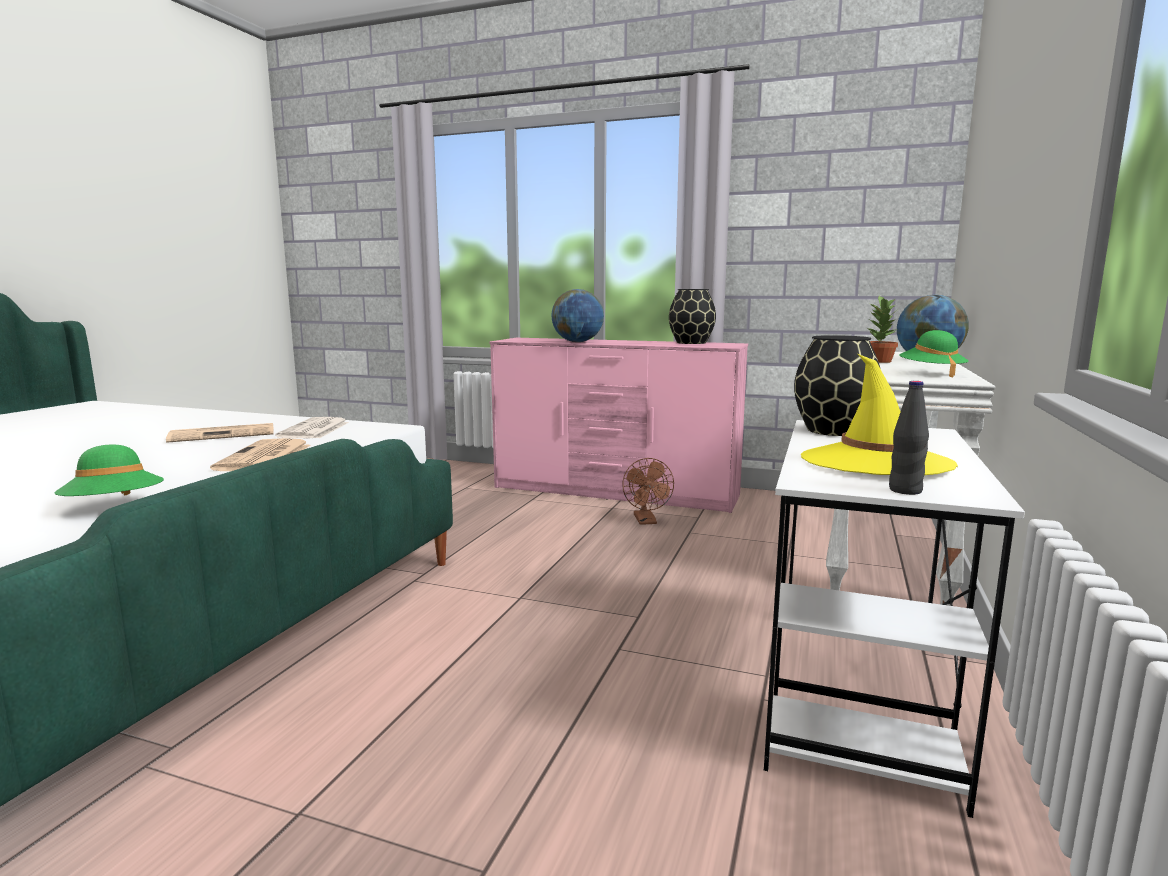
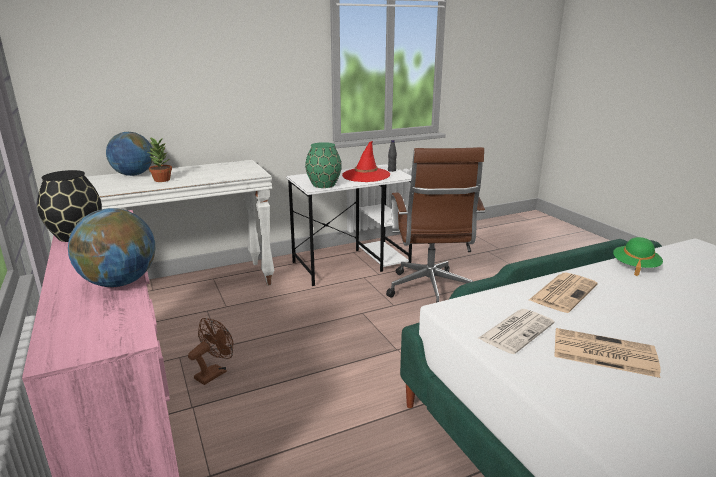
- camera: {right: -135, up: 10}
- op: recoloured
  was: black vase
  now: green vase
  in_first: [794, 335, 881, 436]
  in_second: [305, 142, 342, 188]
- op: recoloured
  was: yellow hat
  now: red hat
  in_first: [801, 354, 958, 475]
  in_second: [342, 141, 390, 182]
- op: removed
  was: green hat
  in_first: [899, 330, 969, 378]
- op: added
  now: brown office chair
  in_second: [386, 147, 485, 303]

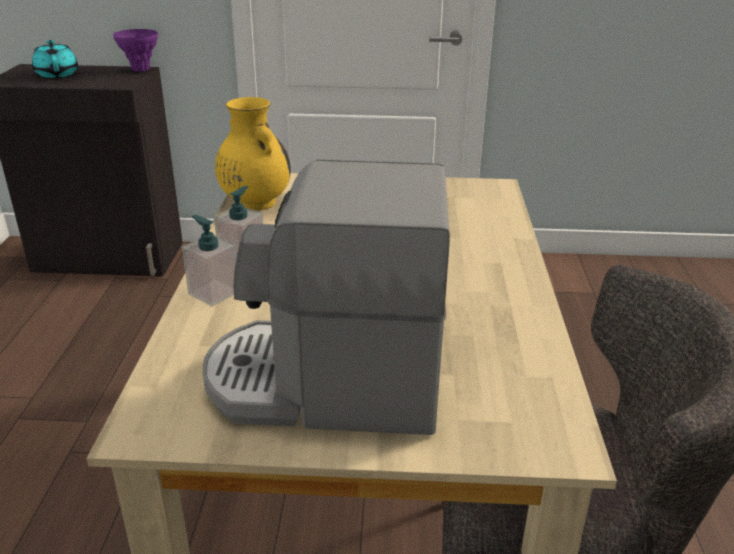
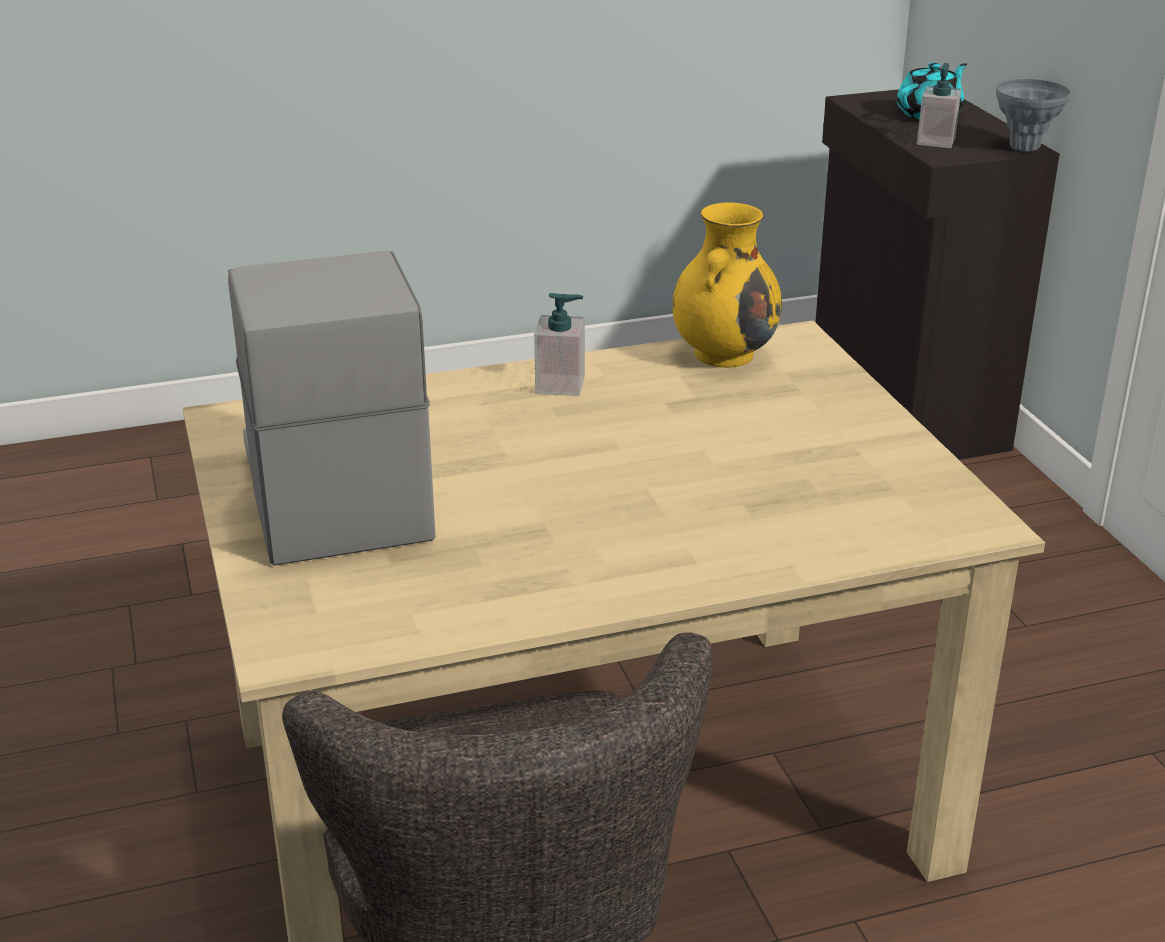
- camera: {right: 70, up: 0}
- op: recoloured
  was: purple vase
  now: grey vase
  in_first: [113, 29, 158, 72]
  in_second: [996, 79, 1070, 152]
- op: moved
  was: soap dispenser
  in_first: [182, 215, 237, 306]
  in_second: [917, 63, 961, 148]

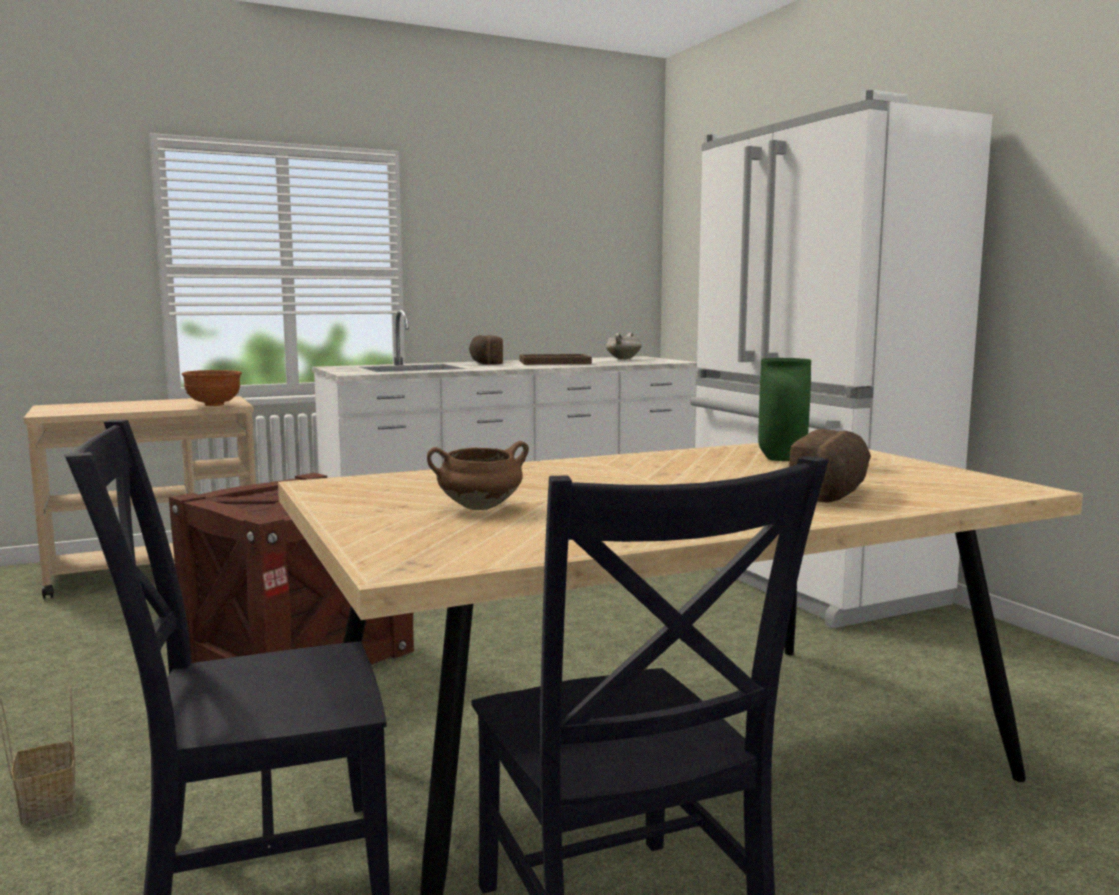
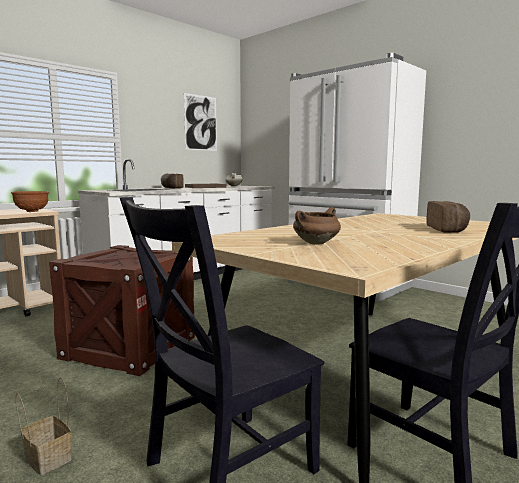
- camera: {right: -20, up: 0}
- op: removed
  was: green vase
  in_first: [758, 358, 811, 461]
- op: added
  now: picture
  in_second: [184, 93, 217, 151]

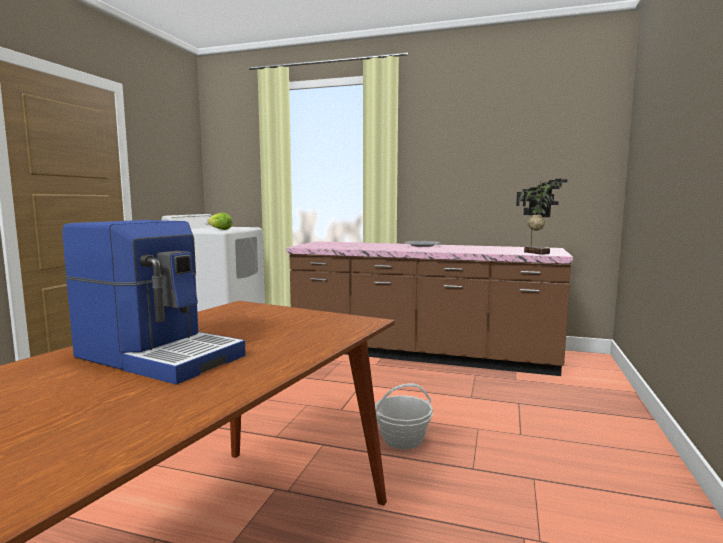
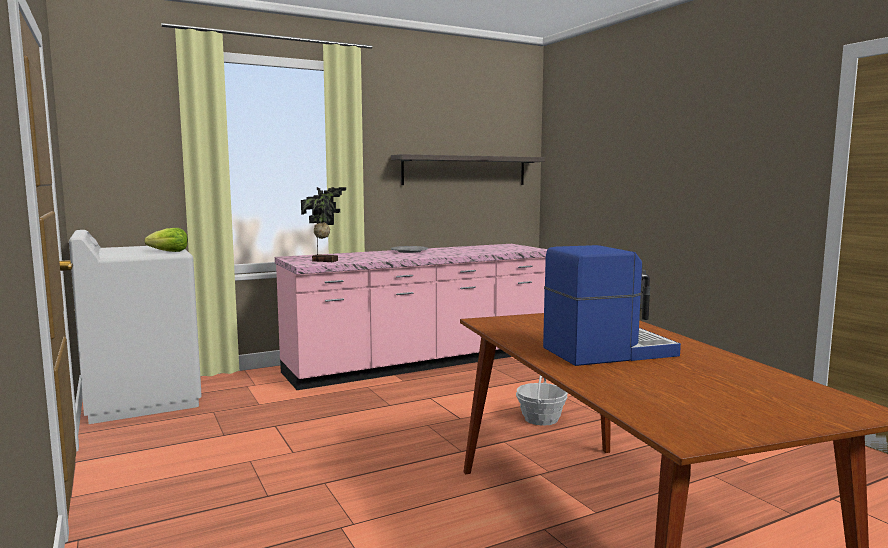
- camera: {right: -45, up: 0}
- op: recoloured
  was: brown counter
  now: pink counter
  in_first: [286, 241, 573, 376]
  in_second: [275, 244, 547, 390]
- op: moved
  was: potted plant
  in_first: [516, 179, 567, 255]
  in_second: [301, 187, 346, 262]
- op: added
  now: shelf
  in_second: [391, 154, 545, 185]

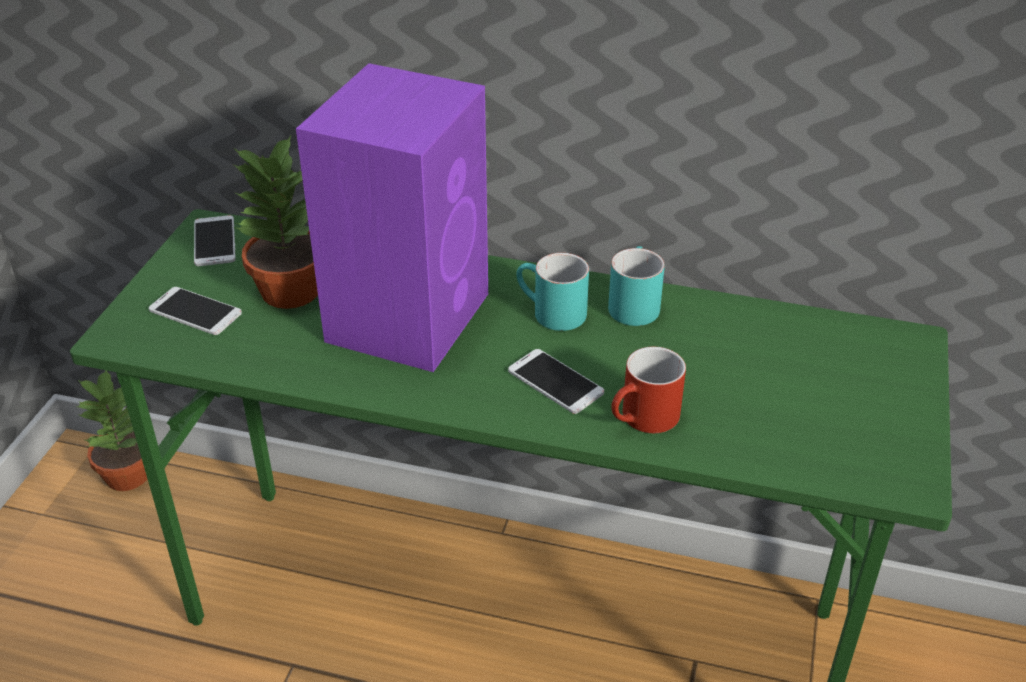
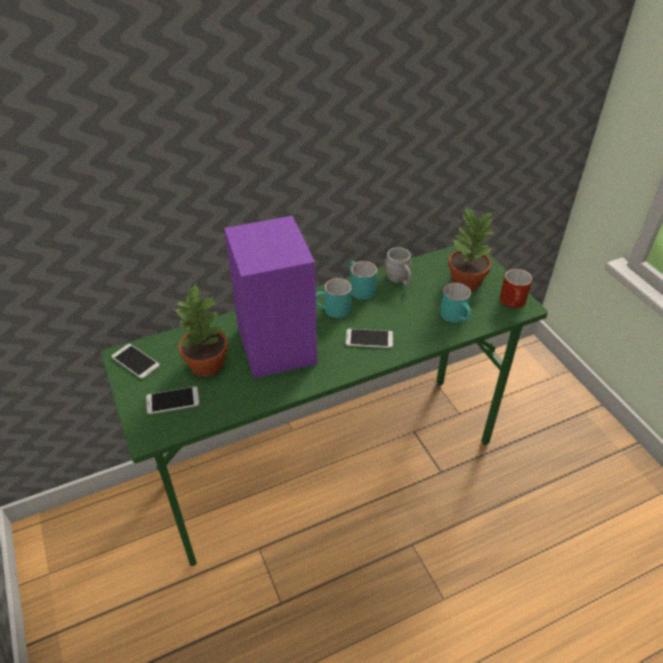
- camera: {right: -40, up: 5}
- op: moved
  was: potted plant
  in_first: [76, 370, 147, 491]
  in_second: [448, 206, 494, 290]
- op: moved
  was: red mug
  in_first: [611, 347, 686, 433]
  in_second: [500, 269, 532, 308]
- op: added
  now: grey mug
  in_second: [385, 247, 412, 286]
- op: added
  now: turquoise mug
  in_second: [440, 283, 471, 323]

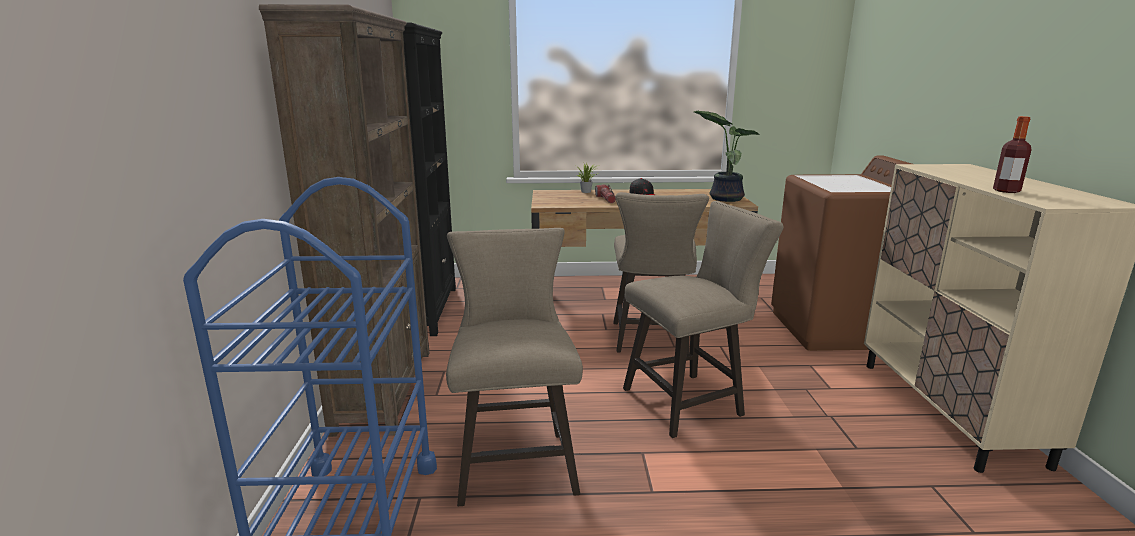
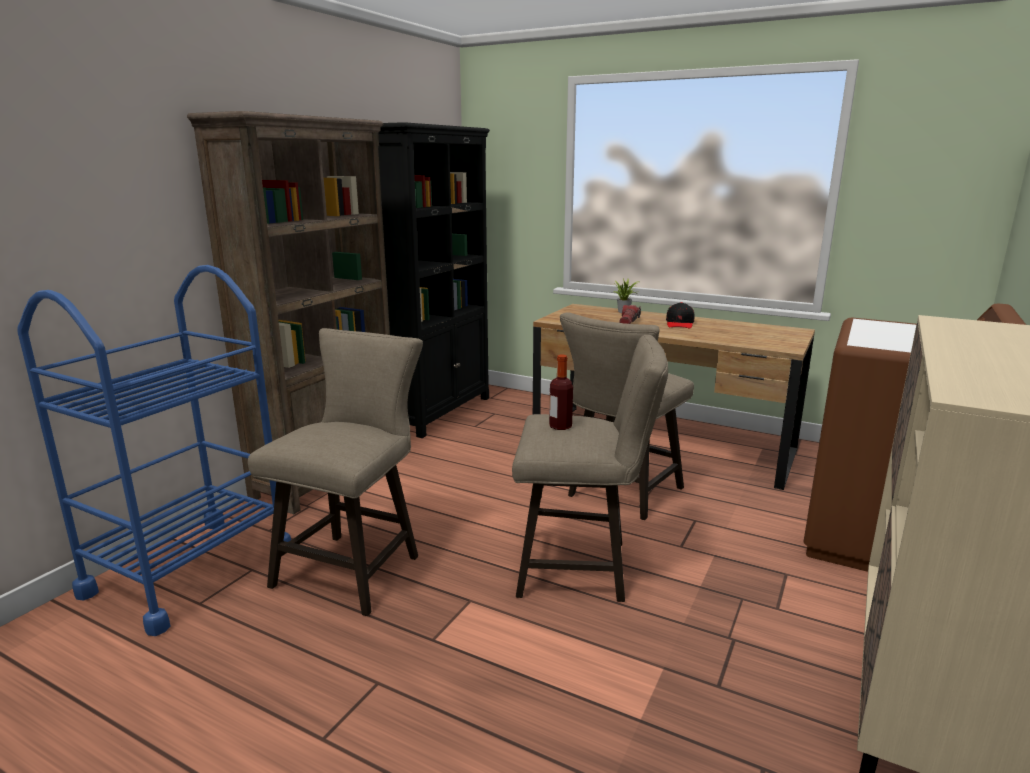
- camera: {right: 30, up: 0}
- op: removed
  was: potted plant
  in_first: [694, 111, 761, 202]
- op: moved
  was: bottle
  in_first: [993, 116, 1032, 193]
  in_second: [549, 355, 573, 430]

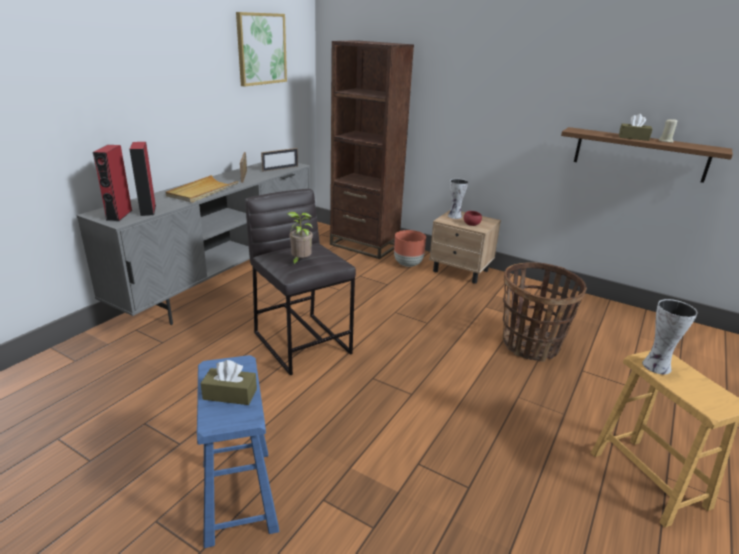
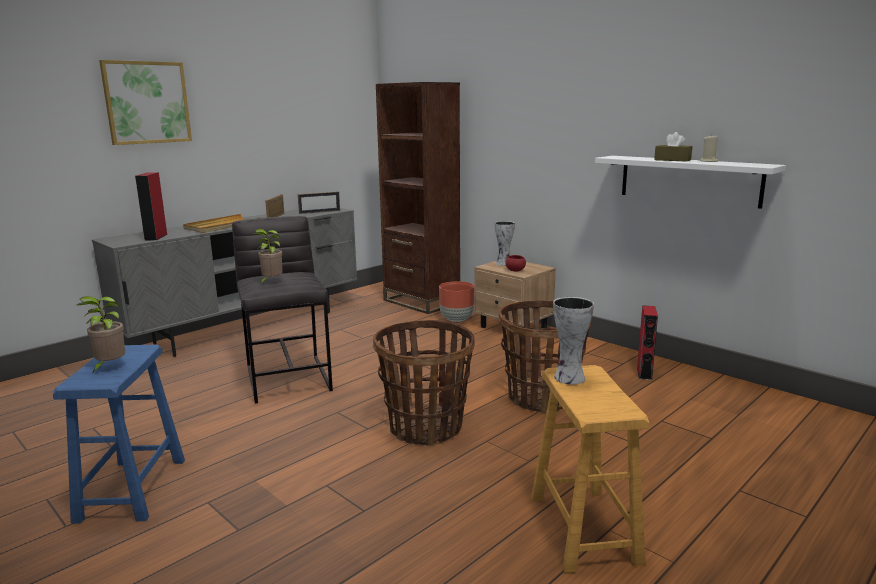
- camera: {right: 15, up: -10}
- op: moved
  was: red speaker
  in_first: [93, 145, 132, 221]
  in_second: [637, 305, 658, 380]
- op: replaced
  was: brown tissue box
  now: potted plant
  in_first: [201, 360, 257, 405]
  in_second: [77, 296, 125, 373]
- op: moved
  was: picture
  in_first: [236, 12, 287, 87]
  in_second: [99, 60, 192, 145]
- op: recoloured
  was: brown shelf
  now: white shelf
  in_first: [561, 127, 733, 183]
  in_second: [595, 156, 786, 209]
- op: added
  now: basket
  in_second: [373, 320, 475, 446]

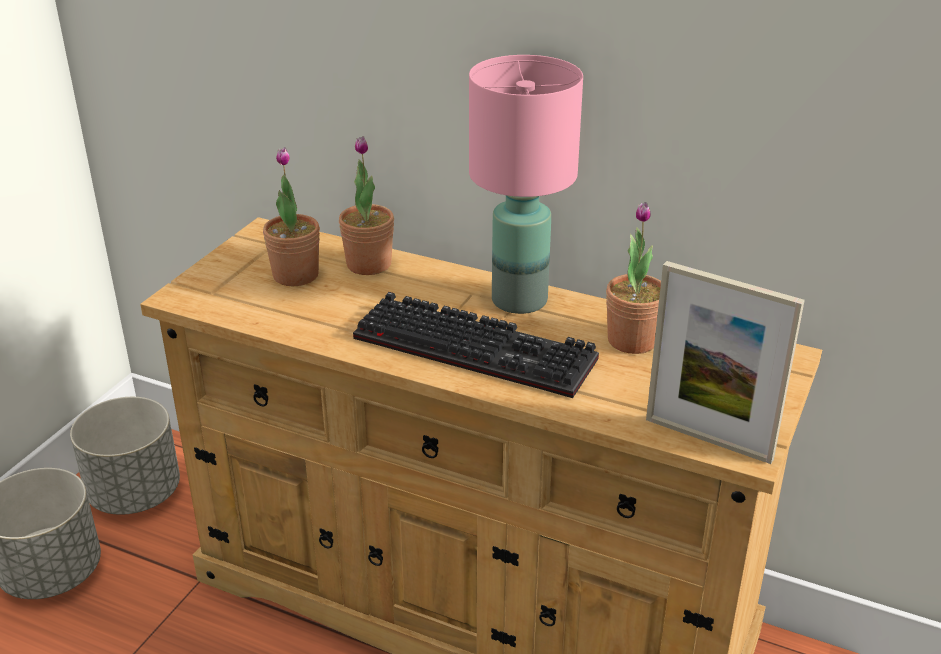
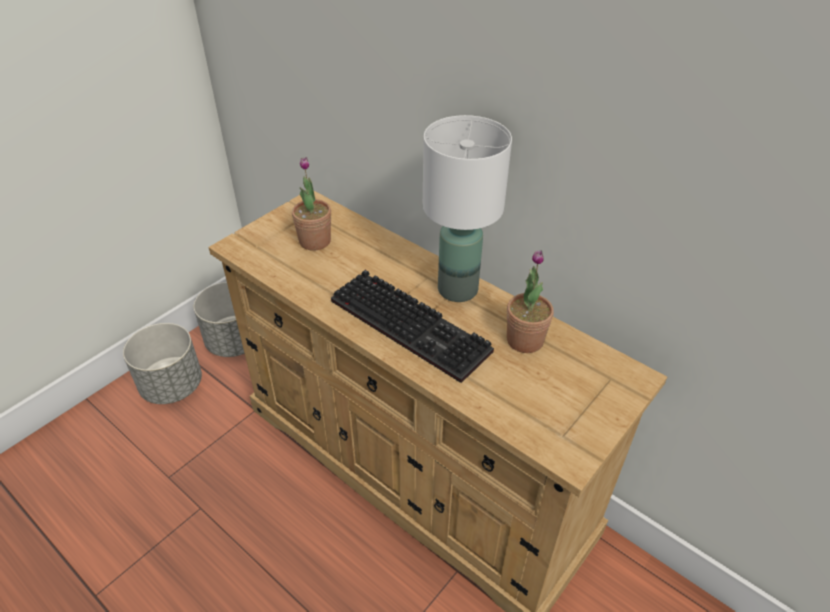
- camera: {right: 15, up: 10}
- op: removed
  was: potted plant
  in_first: [339, 136, 394, 275]
- op: recoloured
  was: pink table lamp
  now: white table lamp
  in_first: [469, 55, 583, 314]
  in_second: [423, 115, 512, 302]
- op: removed
  was: picture frame
  in_first: [646, 261, 805, 464]

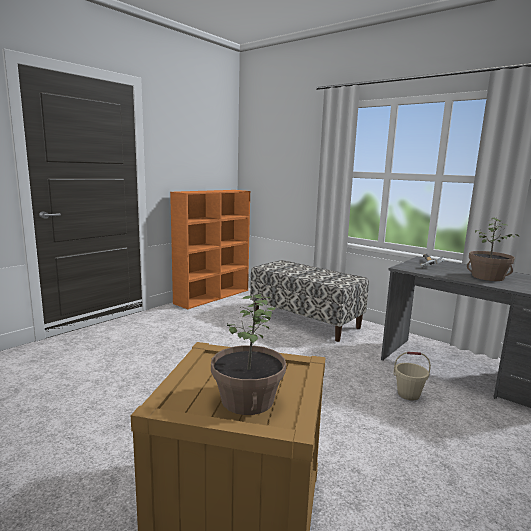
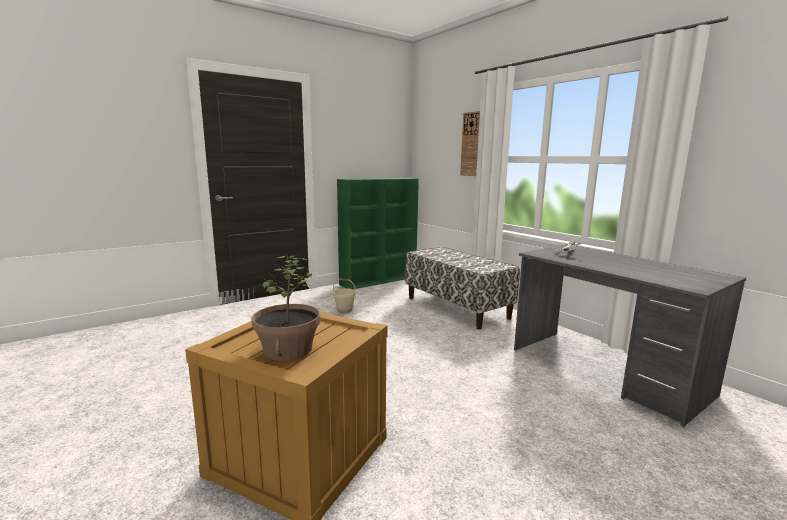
- camera: {right: 15, up: 0}
- op: recoloured
  was: orange bookcase
  now: green bookcase
  in_first: [170, 190, 250, 309]
  in_second: [337, 178, 419, 289]
- op: moved
  was: beige bucket
  in_first: [393, 352, 431, 400]
  in_second: [333, 278, 356, 313]
- op: removed
  was: potted plant
  in_first: [467, 218, 520, 281]
- op: added
  now: wall clock
  in_second: [460, 111, 480, 176]

